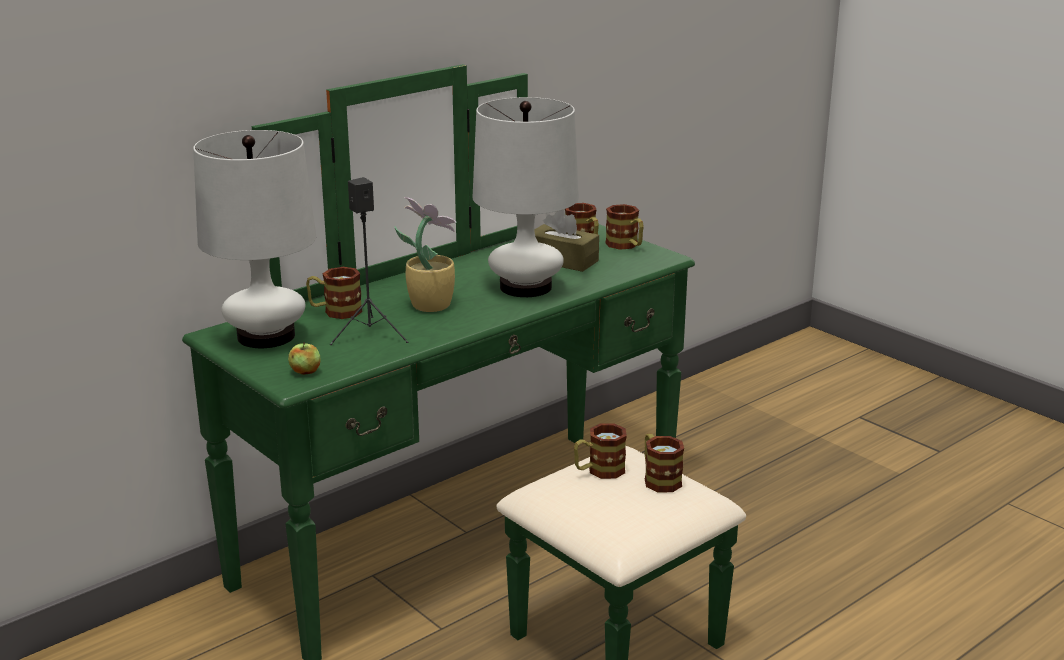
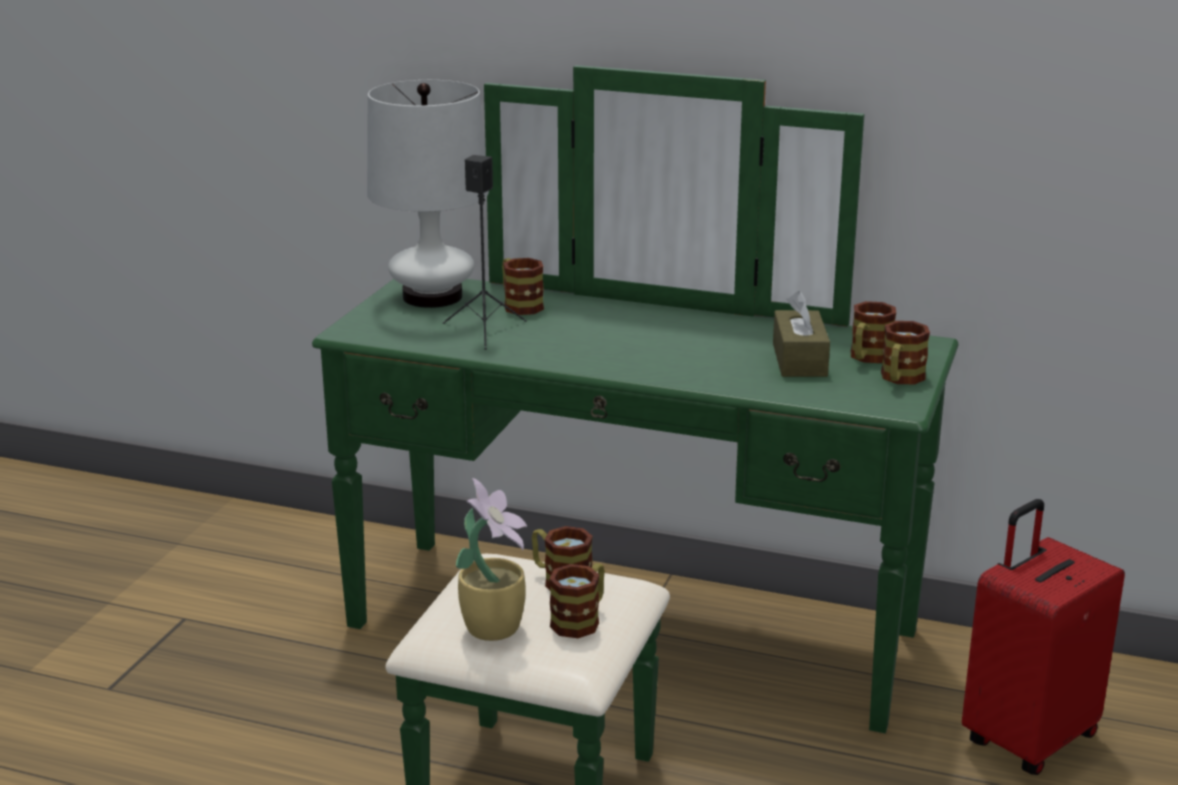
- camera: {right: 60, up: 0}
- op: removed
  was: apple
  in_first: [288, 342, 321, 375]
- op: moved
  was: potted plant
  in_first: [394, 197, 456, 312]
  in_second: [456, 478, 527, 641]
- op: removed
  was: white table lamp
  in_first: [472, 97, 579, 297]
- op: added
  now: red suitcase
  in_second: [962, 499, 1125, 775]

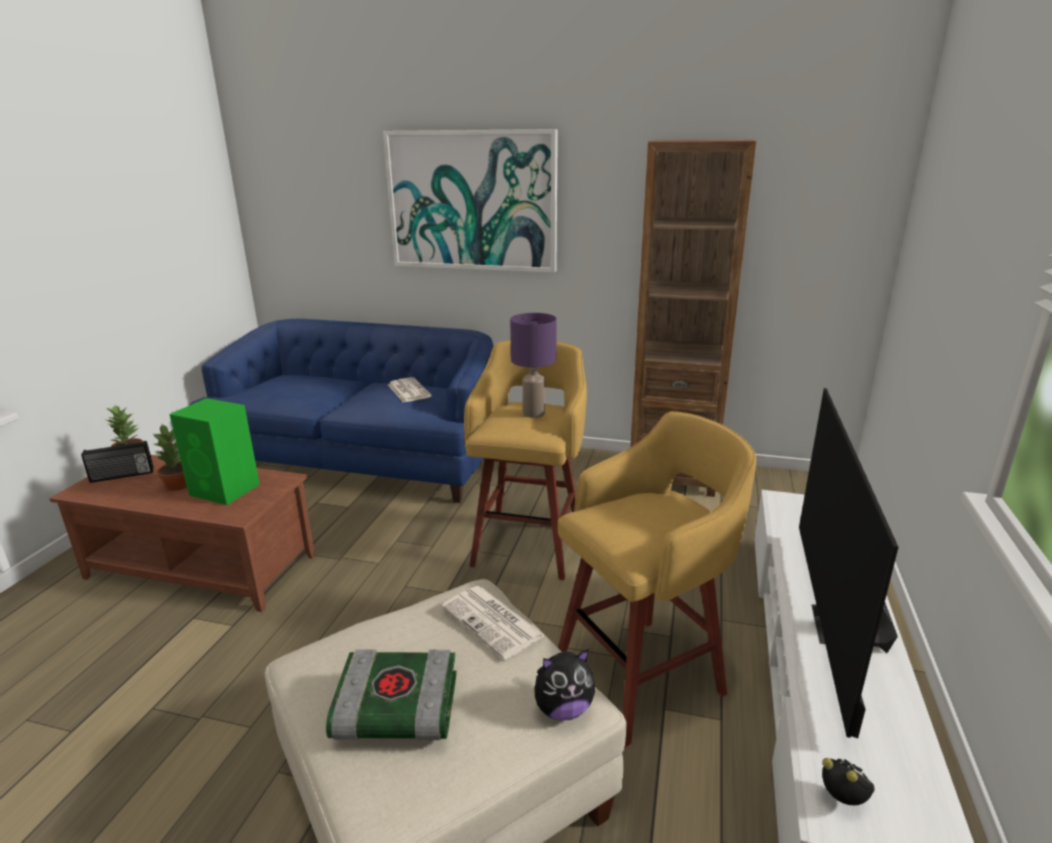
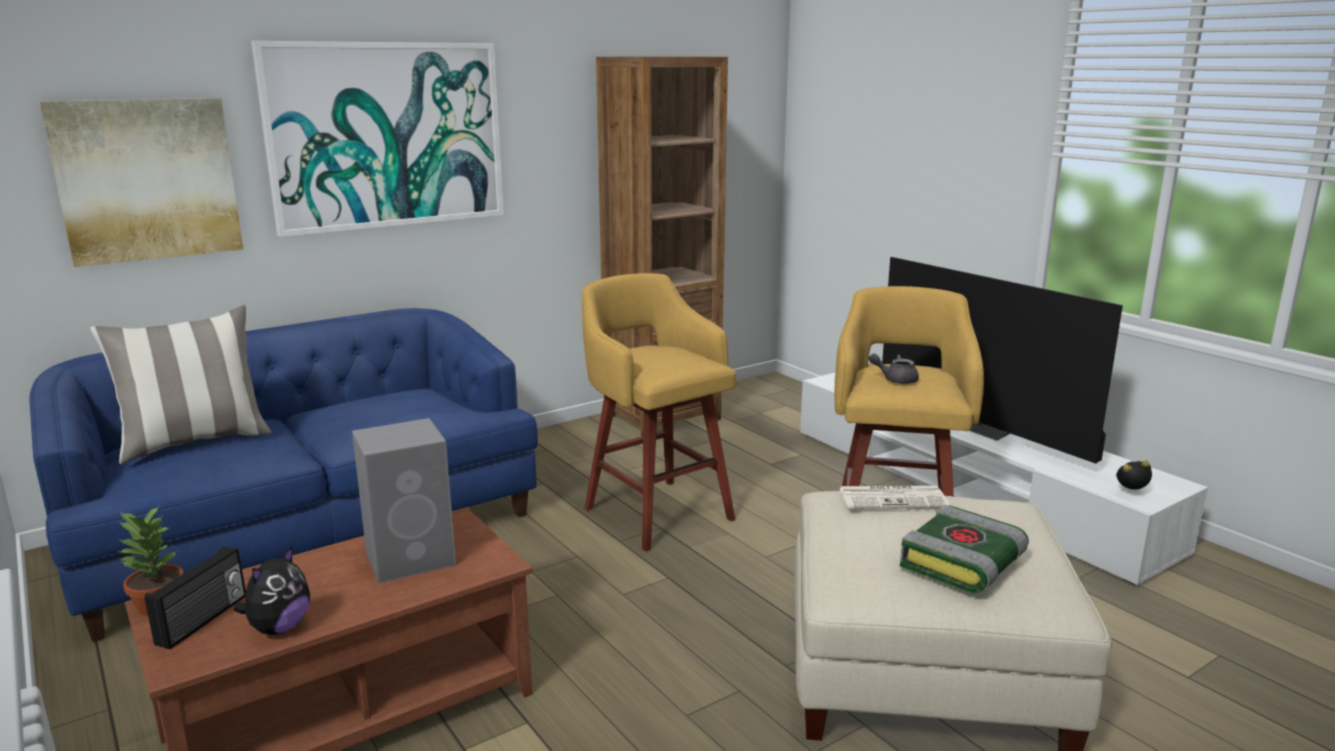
- camera: {right: -50, up: -5}
- op: removed
  was: potted plant
  in_first: [152, 424, 187, 491]
- op: recoloured
  was: green speaker
  now: grey speaker
  in_first: [169, 398, 260, 505]
  in_second: [352, 418, 456, 583]
- op: removed
  was: newspaper
  in_first: [388, 377, 432, 402]
- op: removed
  was: purple table lamp
  in_first: [510, 313, 557, 418]
- op: moved
  was: plush toy
  in_first: [534, 649, 595, 721]
  in_second: [234, 546, 310, 635]
- op: added
  now: picture
  in_second: [40, 98, 243, 267]
- op: added
  now: pillow
  in_second: [90, 305, 272, 465]
- op: added
  now: grey teapot
  in_second: [869, 353, 919, 384]

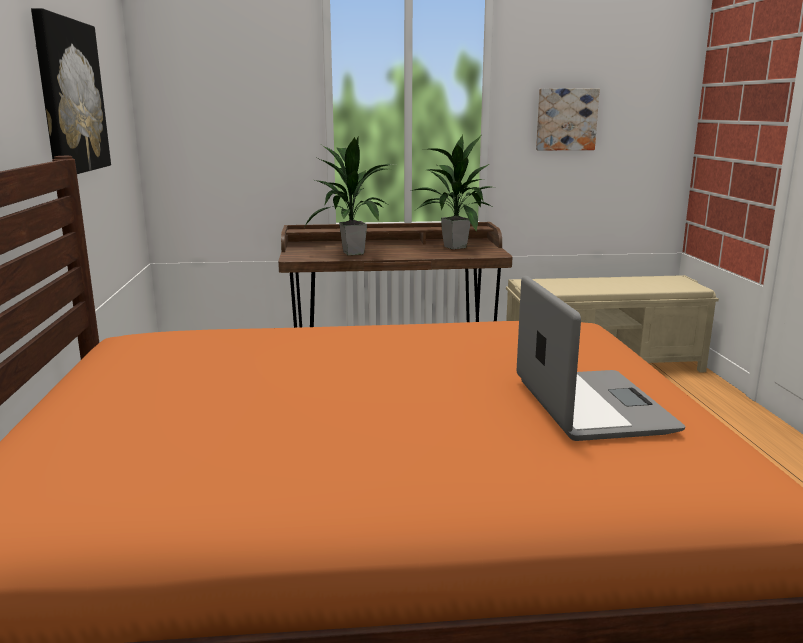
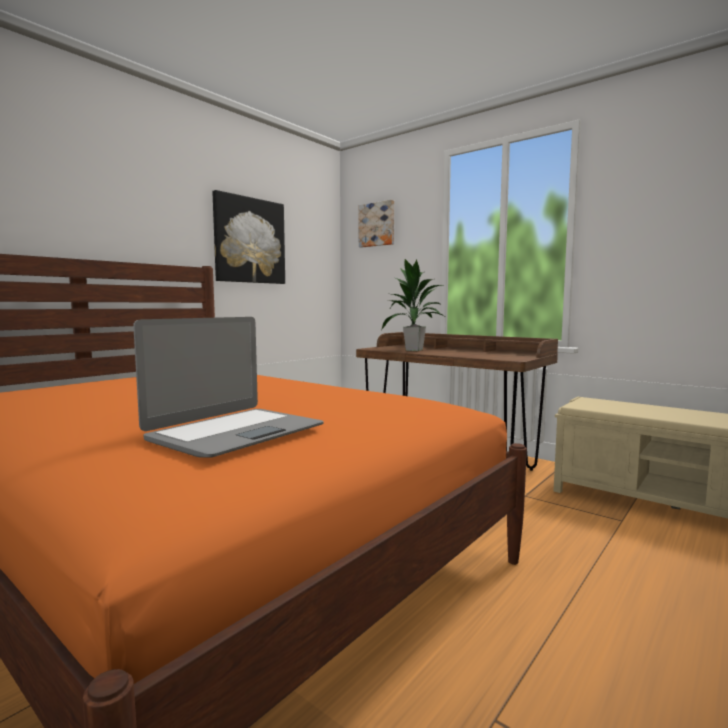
- camera: {right: 45, up: -10}
- op: removed
  was: potted plant
  in_first: [411, 135, 494, 249]
- op: moved
  was: picture
  in_first: [536, 88, 600, 150]
  in_second: [359, 200, 394, 248]

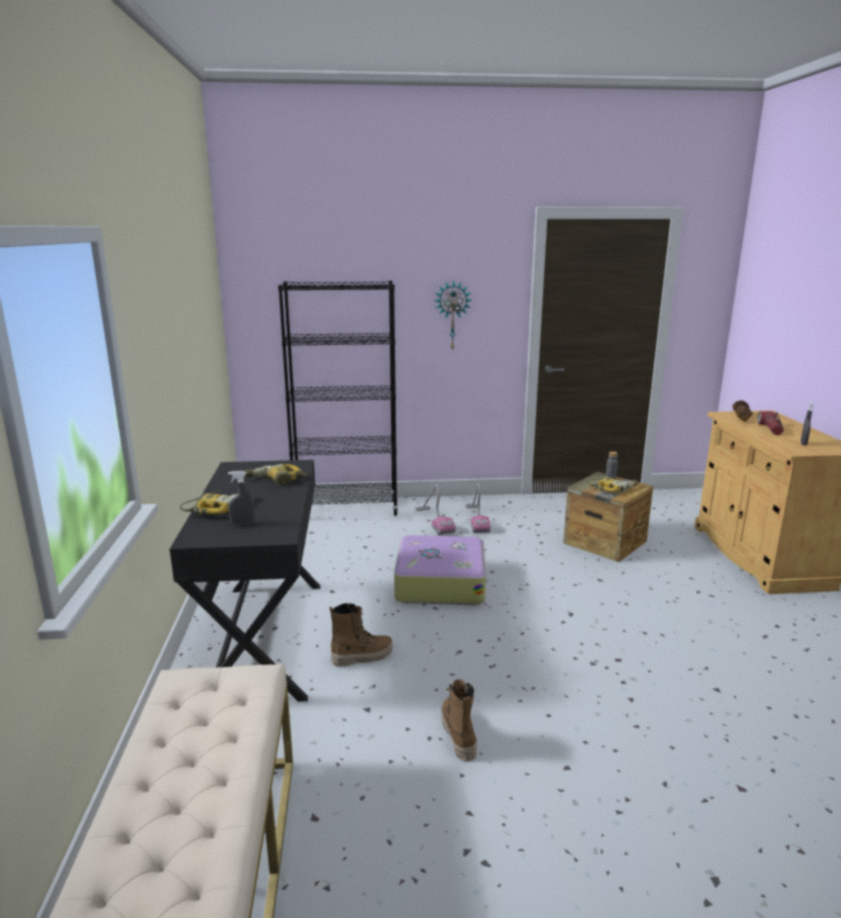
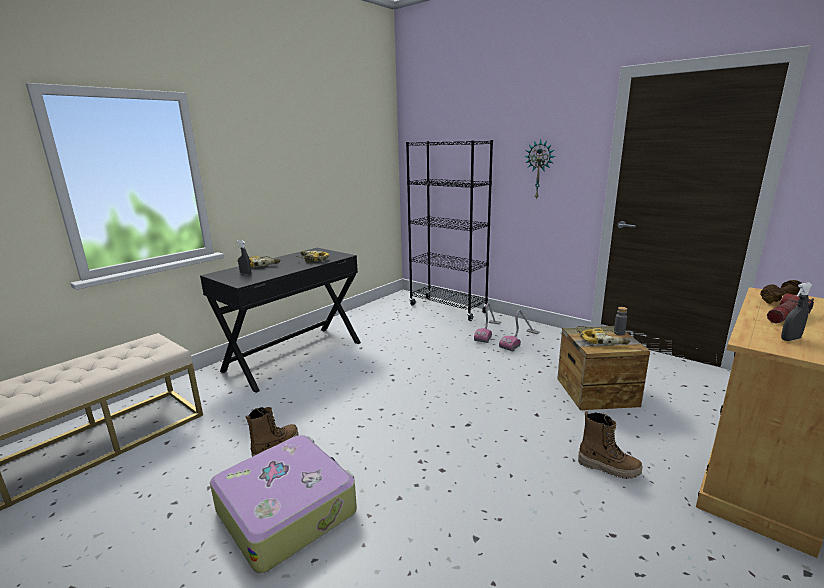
- camera: {right: 45, up: 0}
- op: moved
  was: boot
  in_first: [330, 603, 393, 667]
  in_second: [578, 411, 642, 479]
- op: moved
  was: suitcase
  in_first: [394, 535, 486, 605]
  in_second: [210, 435, 357, 574]

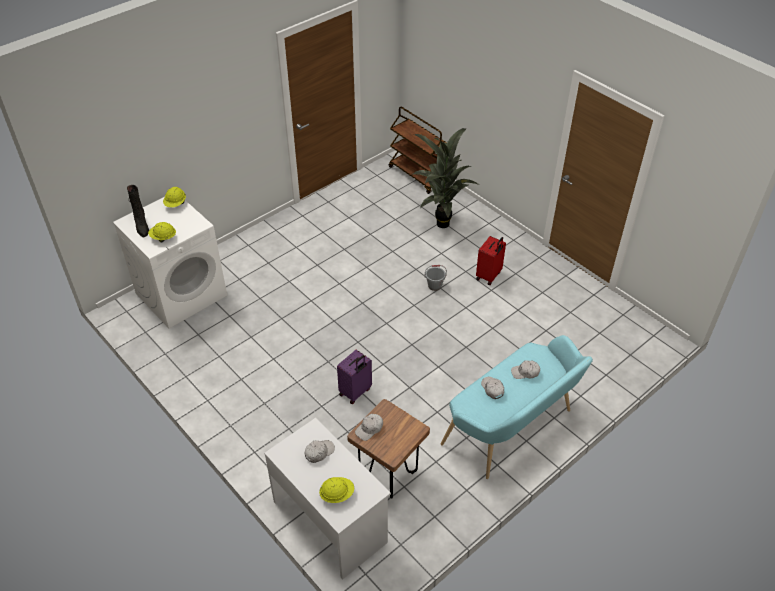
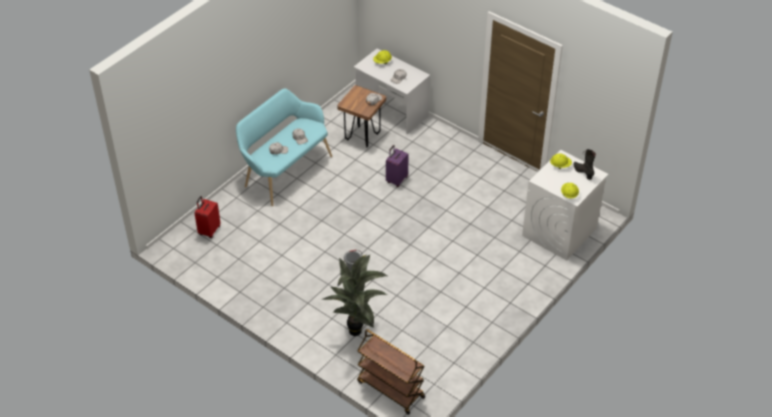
- camera: {right: 170, up: 0}
- op: moved
  was: red suitcase
  in_first: [476, 236, 506, 285]
  in_second: [194, 196, 220, 238]

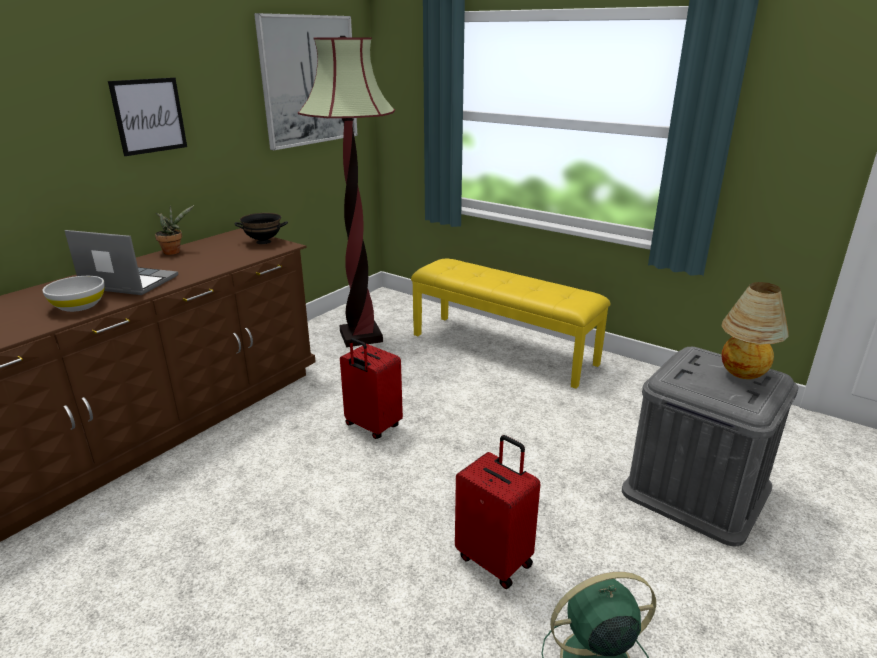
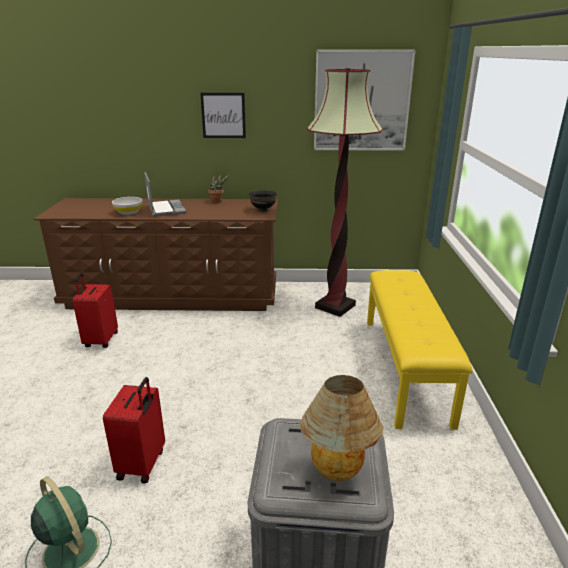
- camera: {right: 55, up: 0}
- op: moved
  was: red suitcase
  in_first: [340, 338, 403, 439]
  in_second: [73, 273, 118, 348]

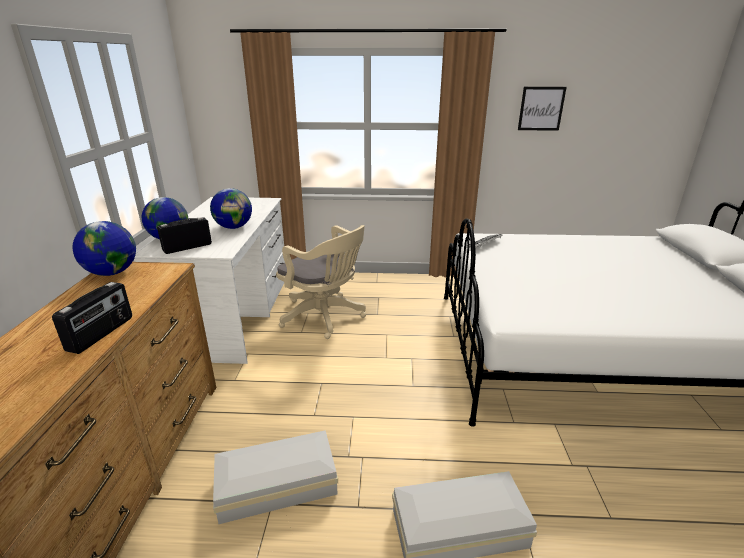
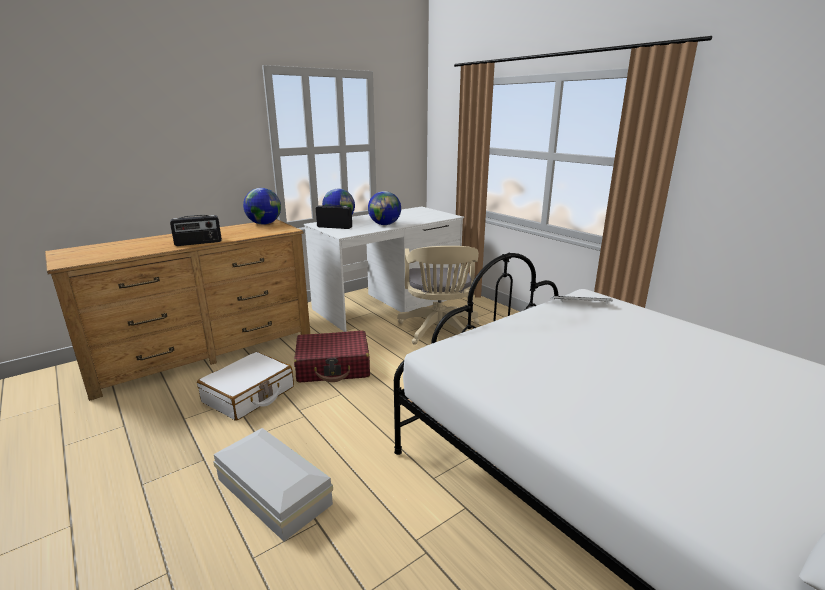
- camera: {right: 50, up: -5}
- op: replaced
  was: white storage box
  now: white suitcase
  in_first: [213, 430, 338, 524]
  in_second: [197, 352, 294, 421]
- op: removed
  was: picture
  in_first: [518, 87, 567, 131]
- op: added
  now: red suitcase
  in_second: [294, 331, 370, 383]

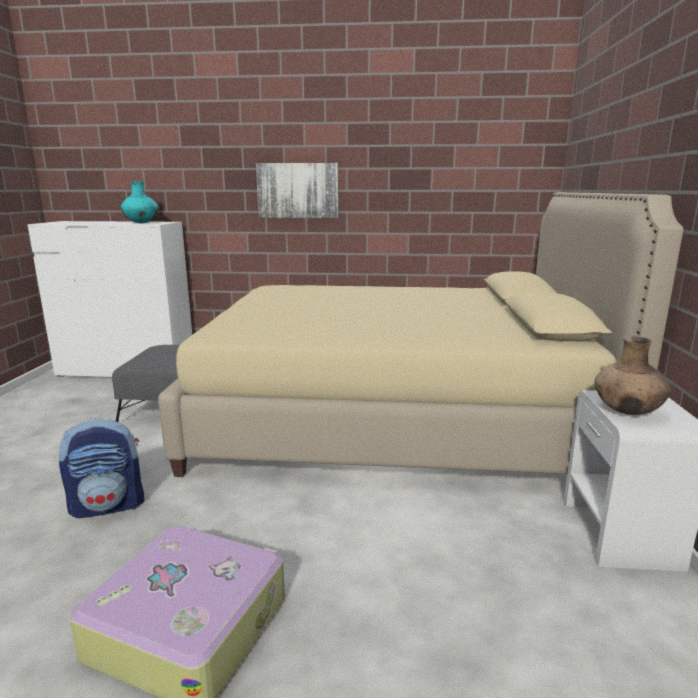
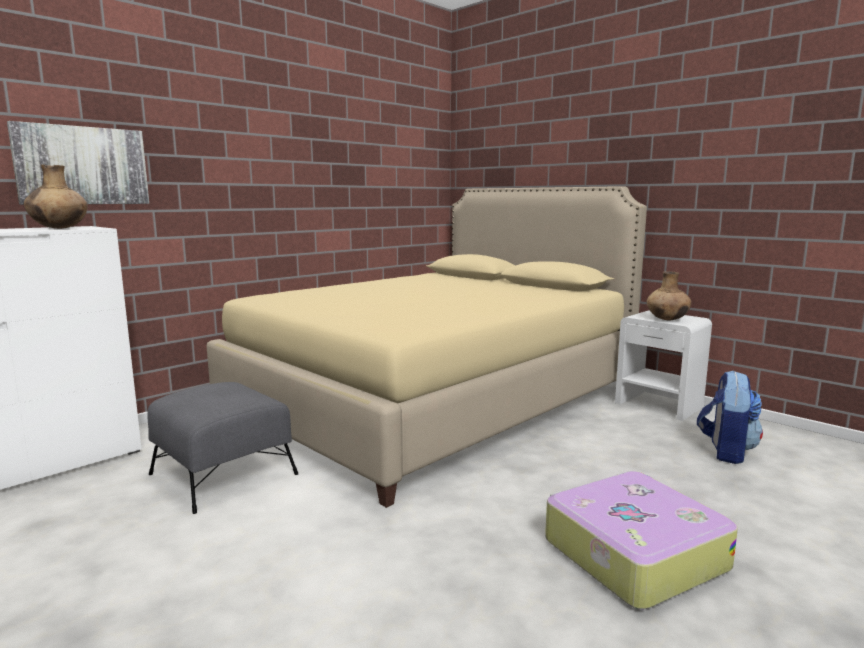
- camera: {right: -50, up: -5}
- op: moved
  was: backpack
  in_first: [59, 418, 144, 518]
  in_second: [697, 370, 763, 464]
- op: recoloured
  was: turquoise vase
  now: brown vase
  in_first: [121, 181, 159, 223]
  in_second: [24, 165, 88, 229]
- op: moved
  was: picture
  in_first: [256, 163, 339, 218]
  in_second: [7, 121, 149, 205]

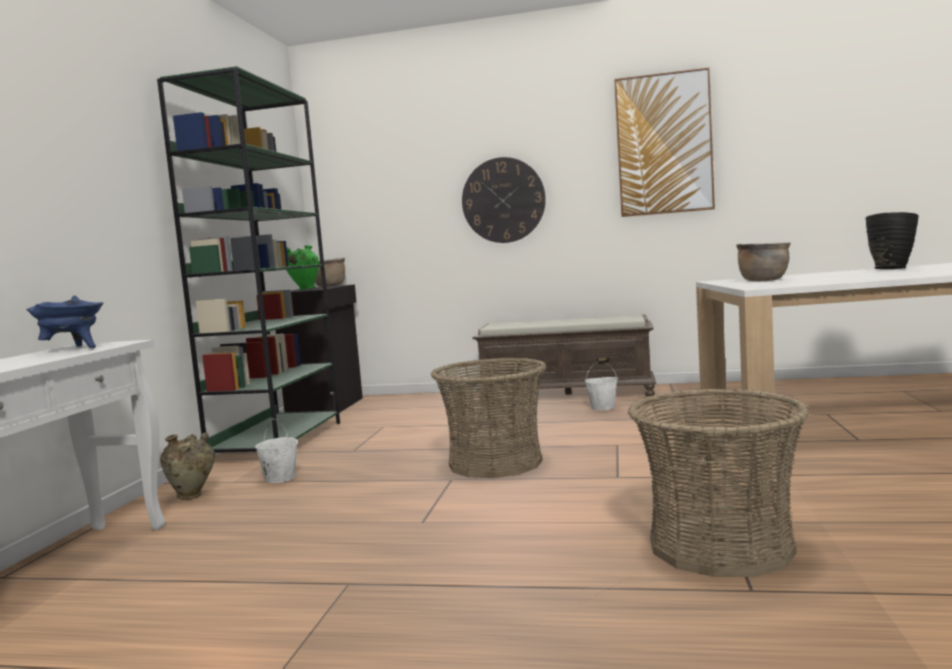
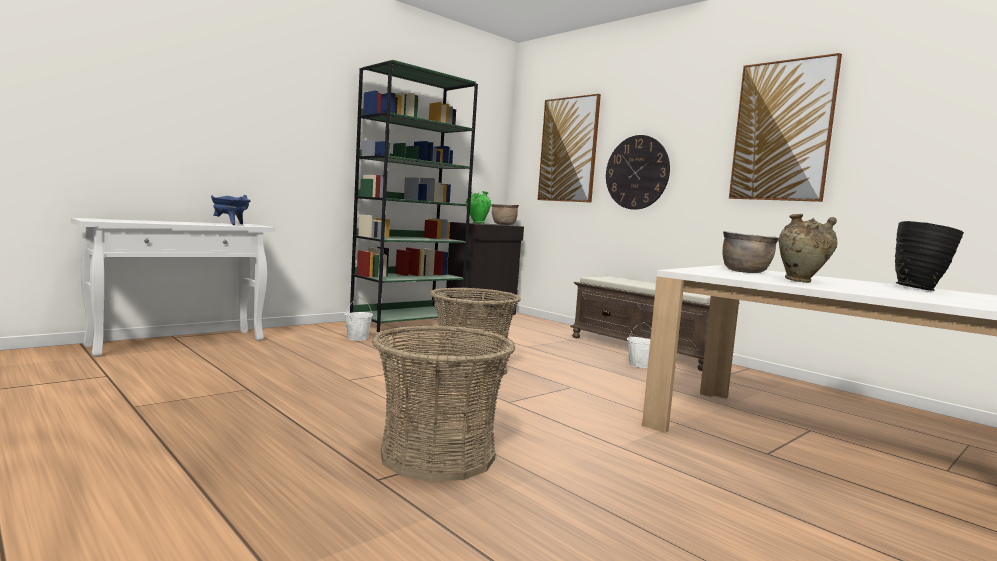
- camera: {right: 35, up: 0}
- op: moved
  was: beige vase
  in_first: [160, 433, 215, 500]
  in_second: [778, 214, 838, 283]
- op: added
  now: picture
  in_second: [538, 94, 601, 203]

